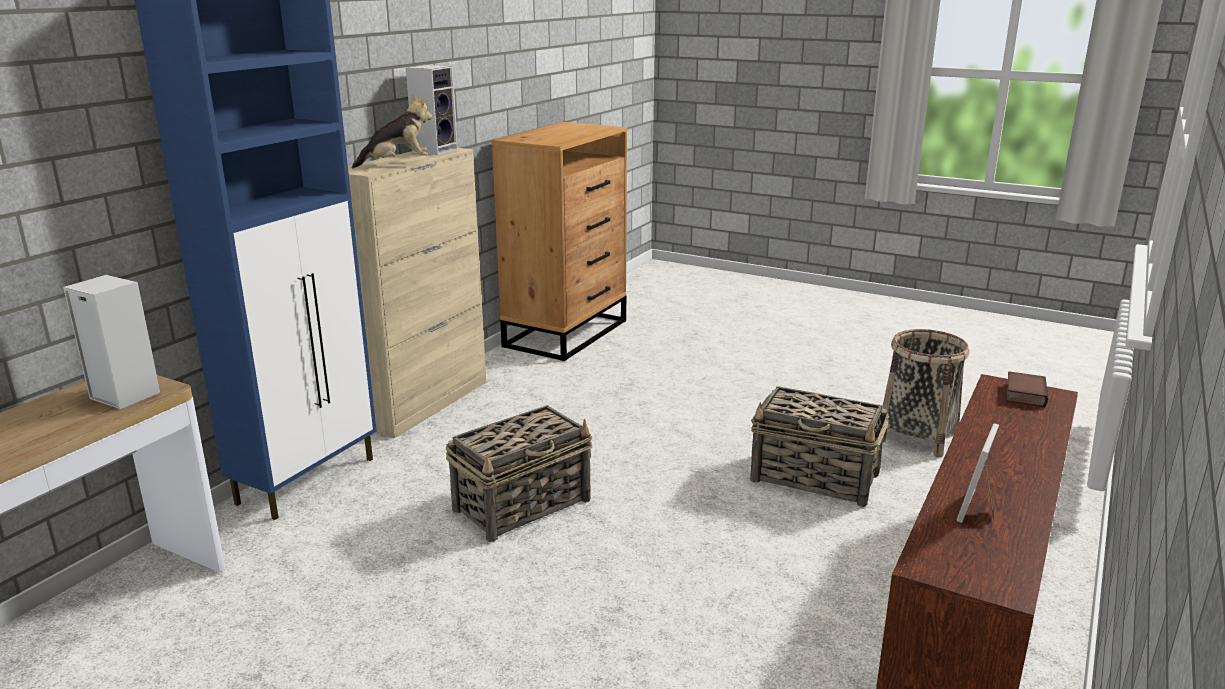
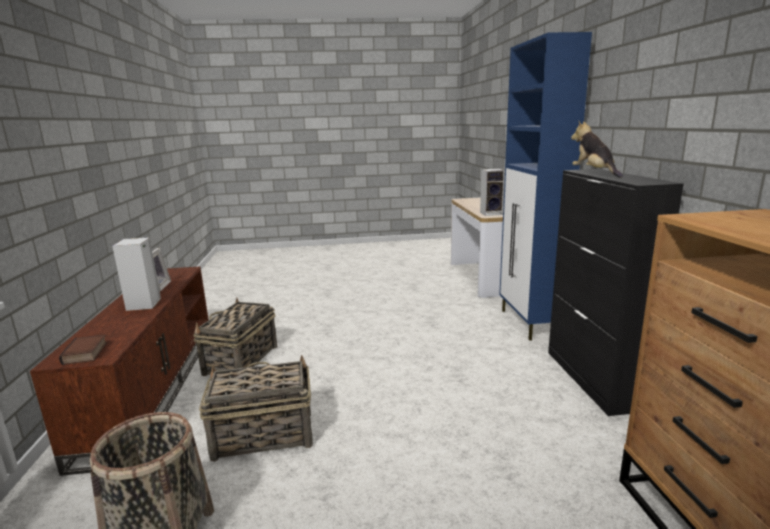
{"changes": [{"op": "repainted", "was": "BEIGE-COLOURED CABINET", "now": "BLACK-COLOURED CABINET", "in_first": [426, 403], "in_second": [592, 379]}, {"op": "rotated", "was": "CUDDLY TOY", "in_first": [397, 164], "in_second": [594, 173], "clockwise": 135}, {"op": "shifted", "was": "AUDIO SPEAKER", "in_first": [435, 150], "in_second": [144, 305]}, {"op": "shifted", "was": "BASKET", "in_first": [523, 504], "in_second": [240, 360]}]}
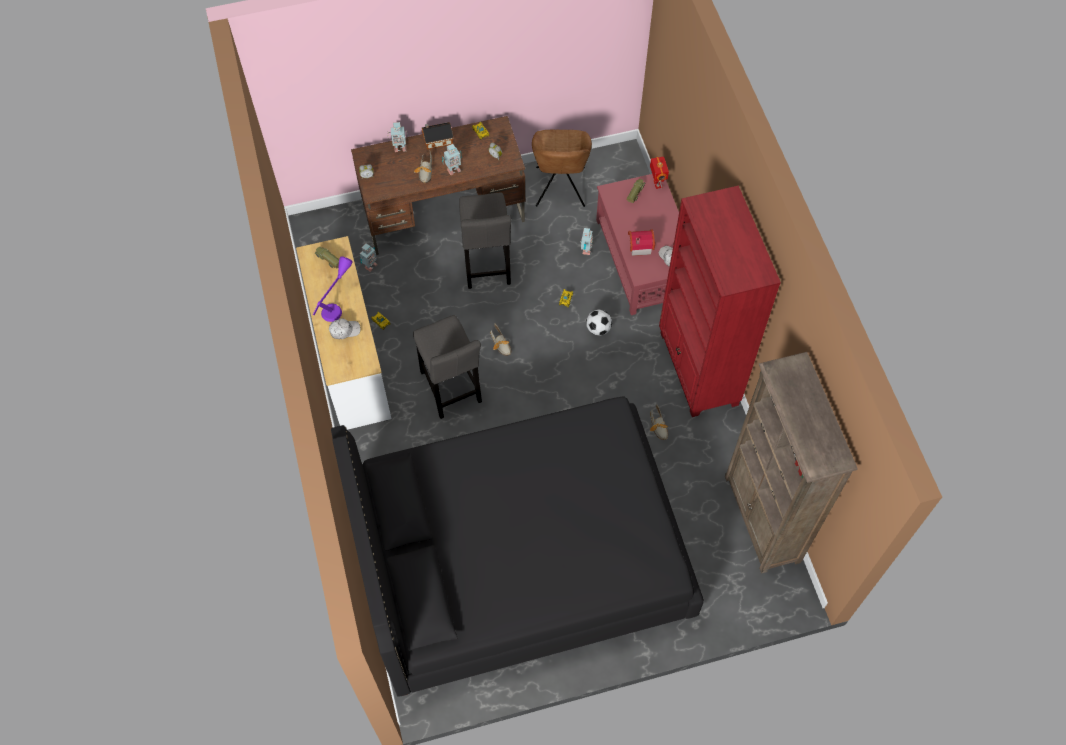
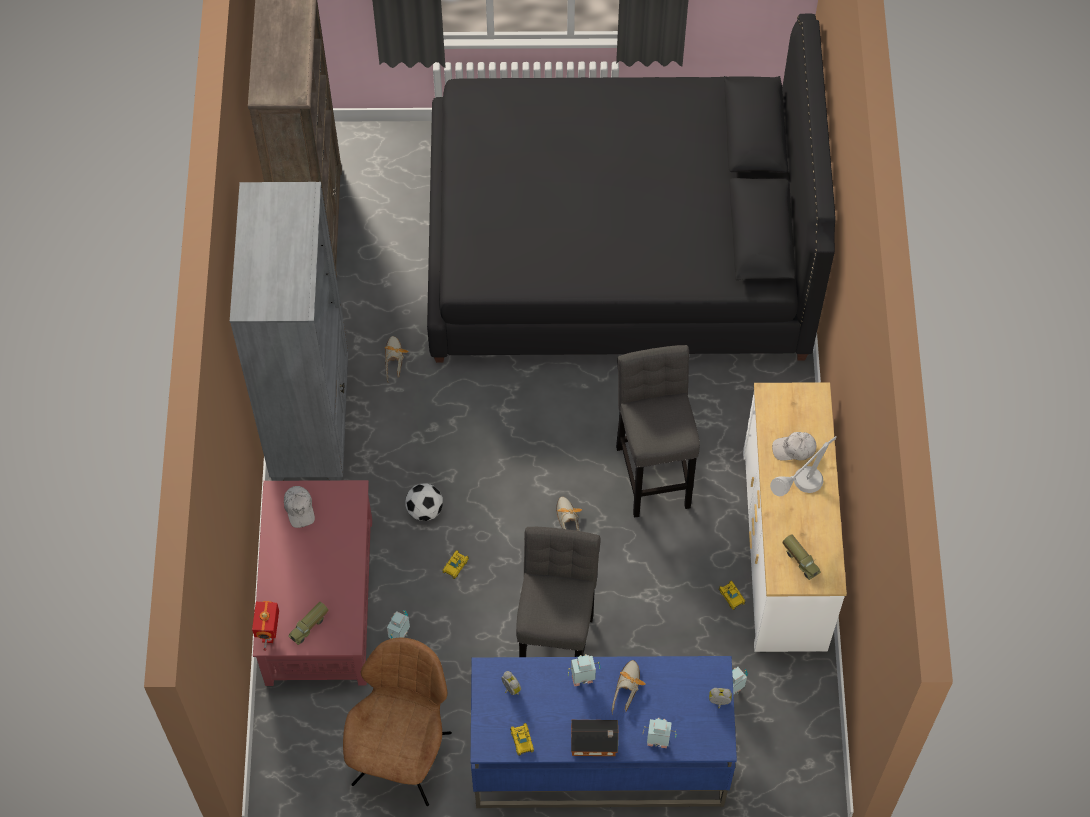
{"changes": [{"op": "repainted", "was": "PURPLE TABLE LAMP", "now": "GRAY TABLE LAMP", "in_first": [337, 304], "in_second": [798, 489]}, {"op": "repainted", "was": "BROWN DESK", "now": "BLUE-COLOURED DESK", "in_first": [444, 213], "in_second": [597, 757]}, {"op": "gone", "was": "TOY HOUSE", "in_first": [639, 245]}, {"op": "repainted", "was": "RED SHELVING UNIT", "now": "GRAY SHELVING UNIT", "in_first": [698, 369], "in_second": [311, 420]}]}
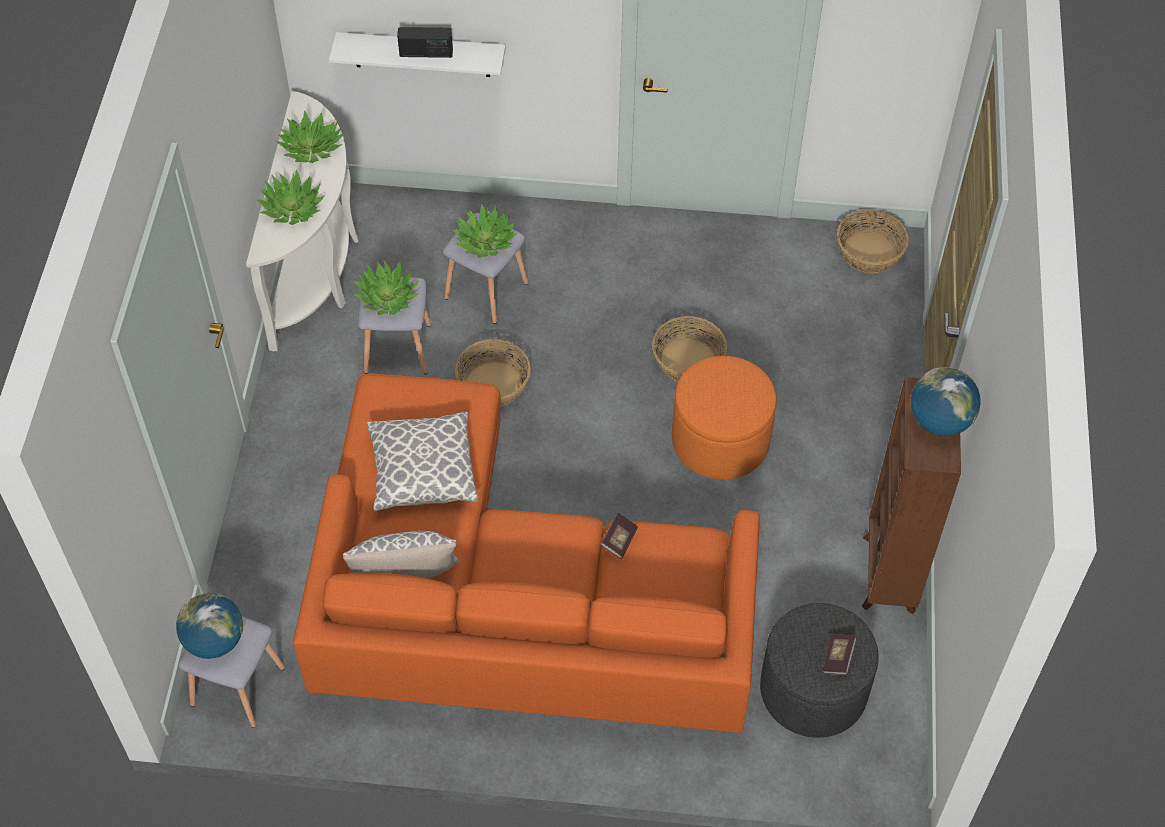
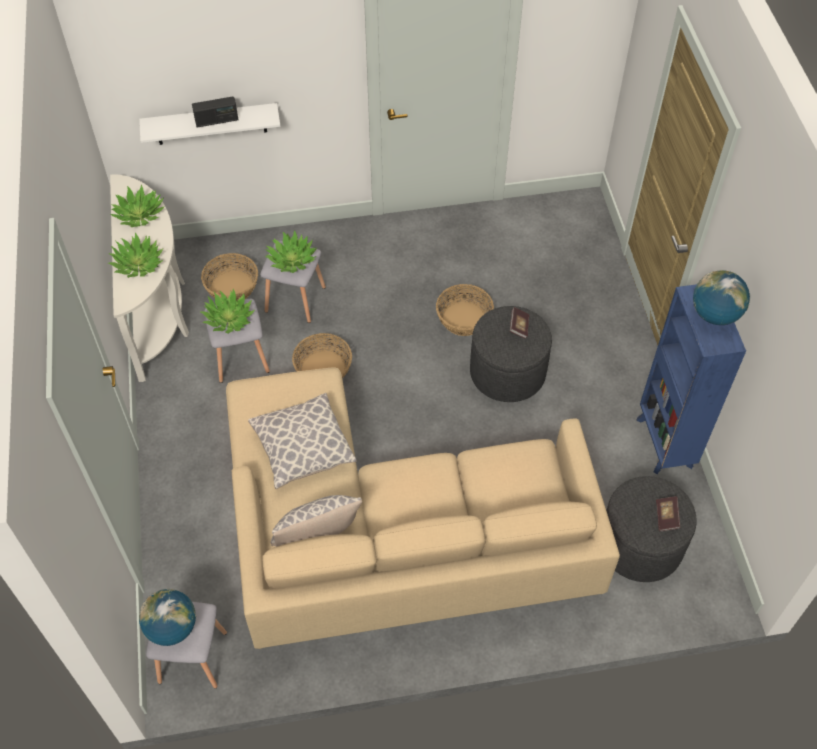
{"changes": [{"op": "repainted", "was": "ORANGEY SOFA", "now": "BEIGE-COLOURED SOFA", "in_first": [509, 609], "in_second": [390, 540]}, {"op": "shifted", "was": "BOUND BOOK", "in_first": [619, 540], "in_second": [519, 327]}, {"op": "repainted", "was": "ORANGEY POUFFE", "now": "GRAY POUFFE", "in_first": [720, 440], "in_second": [507, 372]}, {"op": "shifted", "was": "BASKET", "in_first": [870, 253], "in_second": [232, 287]}, {"op": "repainted", "was": "BROWN SHELVING UNIT", "now": "BLUE-COLOURED SHELVING UNIT", "in_first": [888, 575], "in_second": [664, 444]}]}
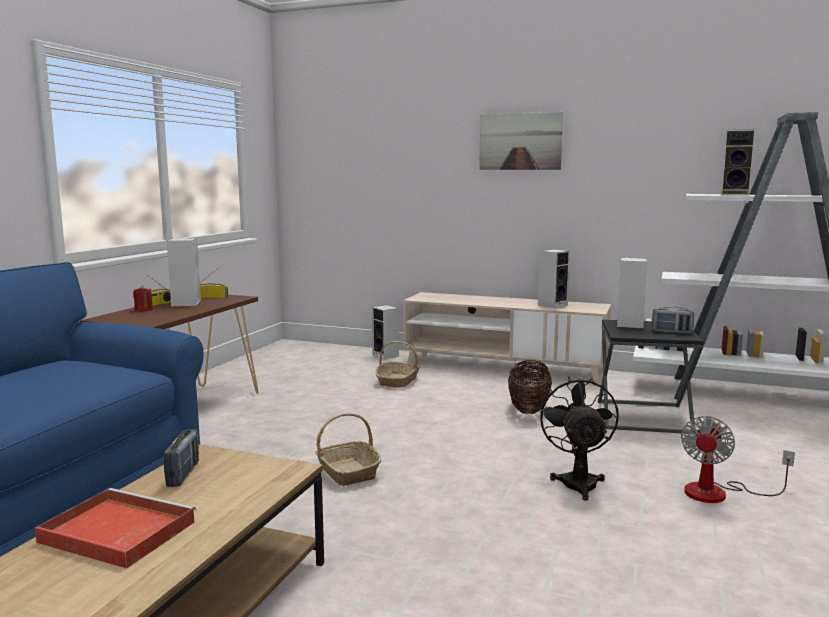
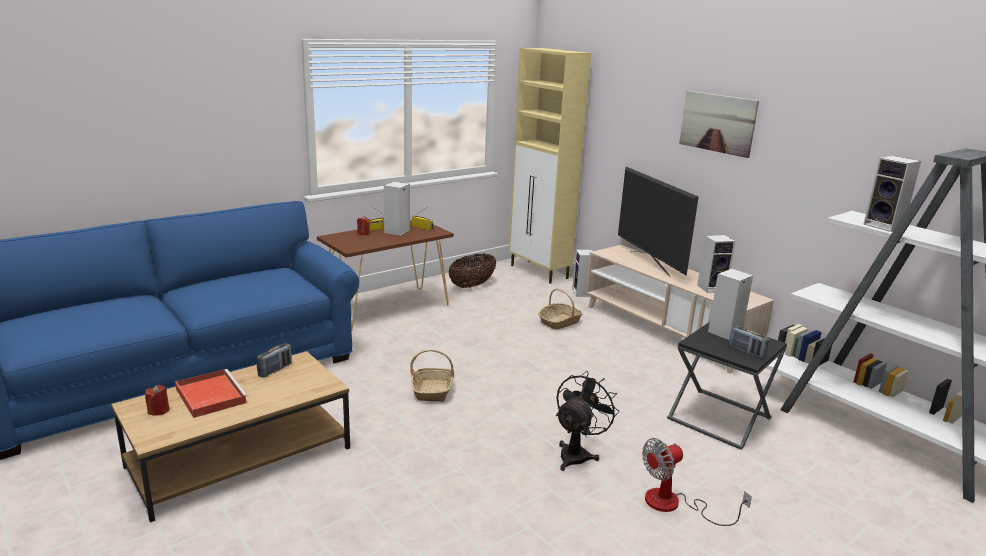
{"changes": [{"op": "shifted", "was": "BASKET", "in_first": [528, 409], "in_second": [472, 285]}, {"op": "new", "now": "RED CANDLE", "in_second": [159, 410]}, {"op": "new", "now": "BEIGE-COLOURED CABINET", "in_second": [539, 272]}, {"op": "new", "now": "TV SET", "in_second": [649, 263]}]}
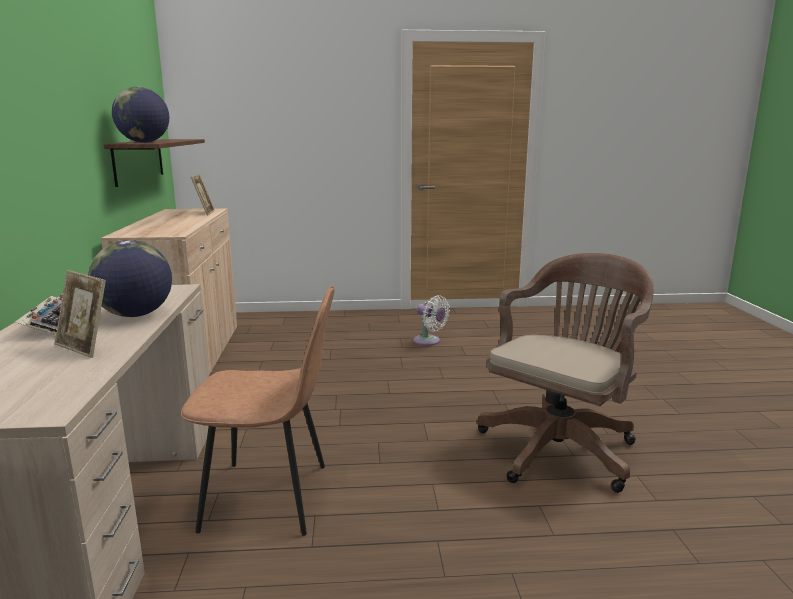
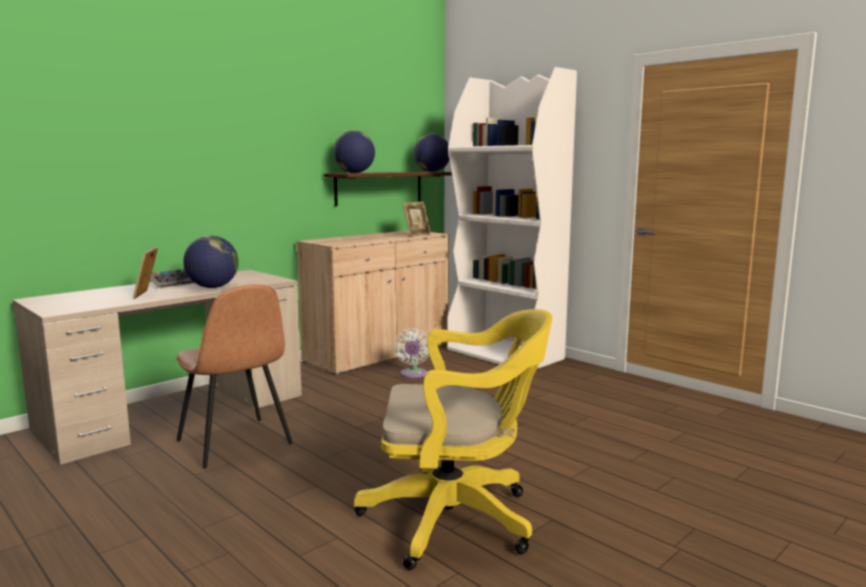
{"changes": [{"op": "shifted", "was": "WHITISH FAN", "in_first": [429, 341], "in_second": [413, 375]}, {"op": "repainted", "was": "BROWN DESK CHAIR", "now": "YELLOW DESK CHAIR", "in_first": [561, 446], "in_second": [458, 519]}, {"op": "new", "now": "GLOBE", "in_second": [432, 171]}, {"op": "new", "now": "WHITISH SHELVING UNIT", "in_second": [505, 354]}]}
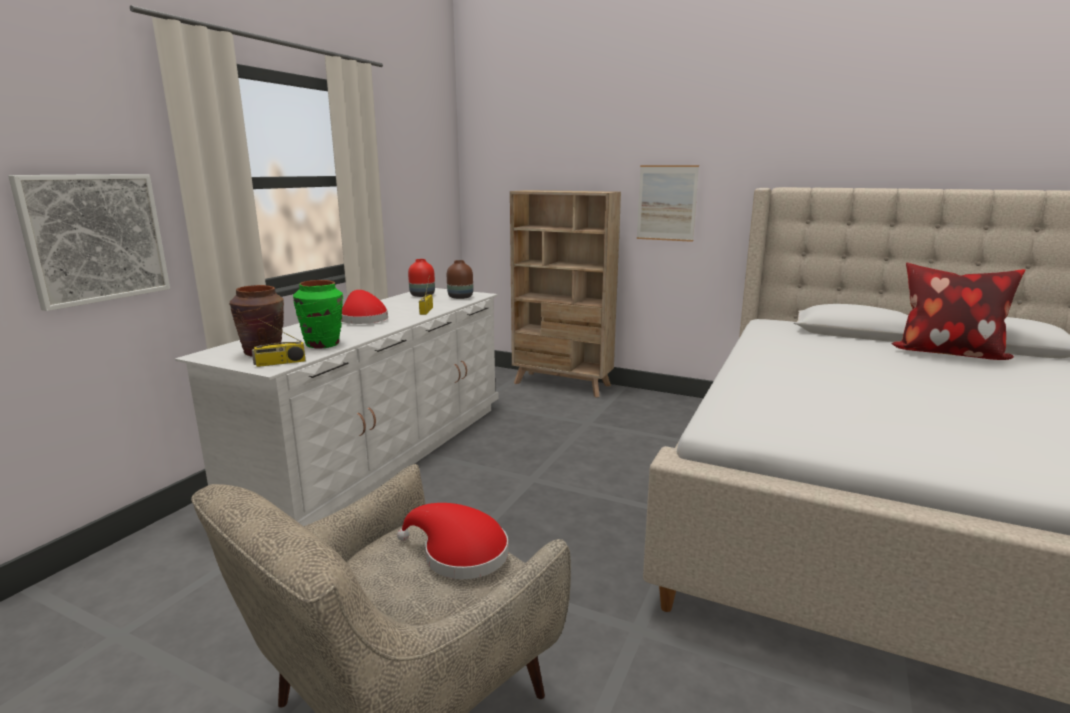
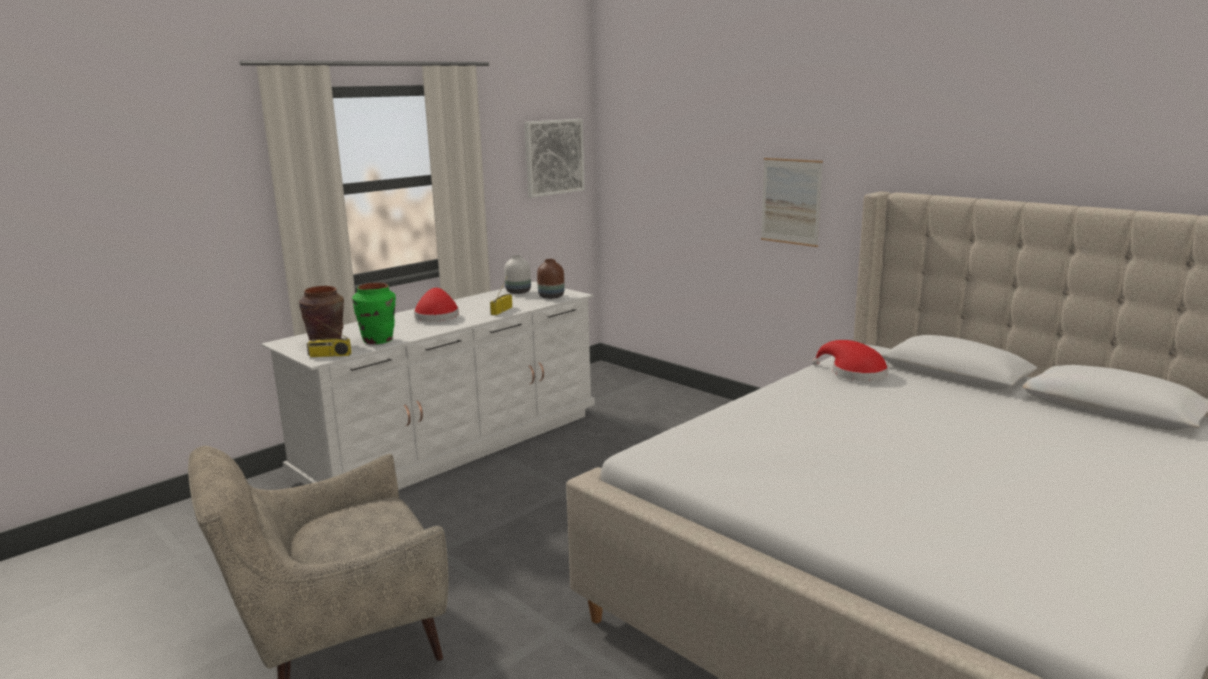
{"changes": [{"op": "shifted", "was": "WALL ART", "in_first": [95, 238], "in_second": [554, 157]}, {"op": "shifted", "was": "RED HAT", "in_first": [459, 554], "in_second": [854, 373]}, {"op": "repainted", "was": "RED DECORATIVE VASE", "now": "WHITISH DECORATIVE VASE", "in_first": [422, 295], "in_second": [518, 292]}, {"op": "gone", "was": "BEIGE-COLOURED SHELVING UNIT", "in_first": [562, 384]}, {"op": "gone", "was": "CUSHION", "in_first": [947, 353]}]}
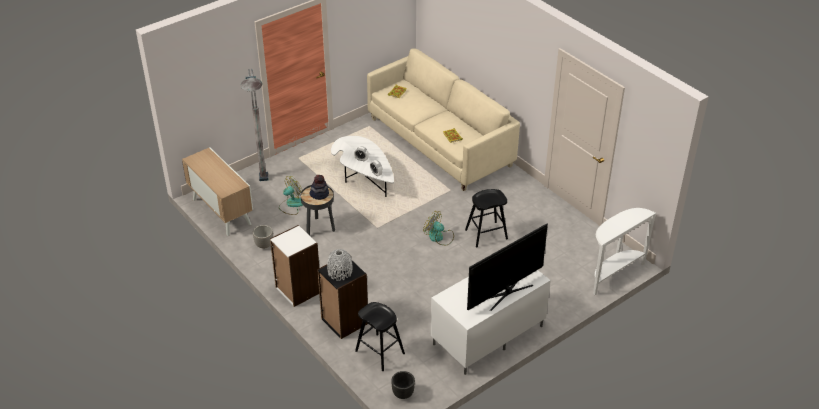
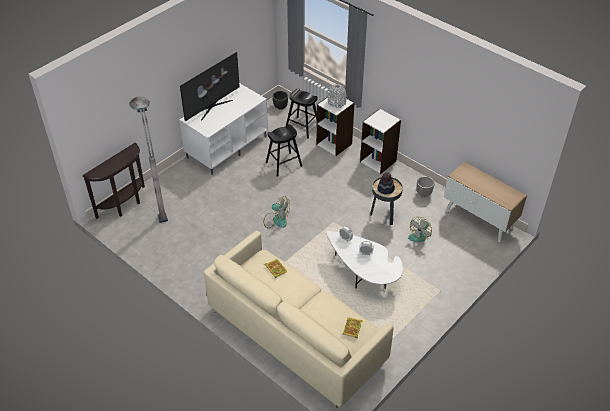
{"changes": [{"op": "shifted", "was": "GRAY STANDARD LAMP", "in_first": [264, 190], "in_second": [159, 205]}, {"op": "repainted", "was": "BLACK-COLOURED SHELVING UNIT", "now": "WHITISH SHELVING UNIT", "in_first": [344, 321], "in_second": [334, 144]}, {"op": "shifted", "was": "BLACK-COLOURED STOOL SEAT", "in_first": [486, 234], "in_second": [284, 164]}, {"op": "repainted", "was": "WHITISH HALL TABLE", "now": "BROWN HALL TABLE", "in_first": [613, 274], "in_second": [125, 205]}]}
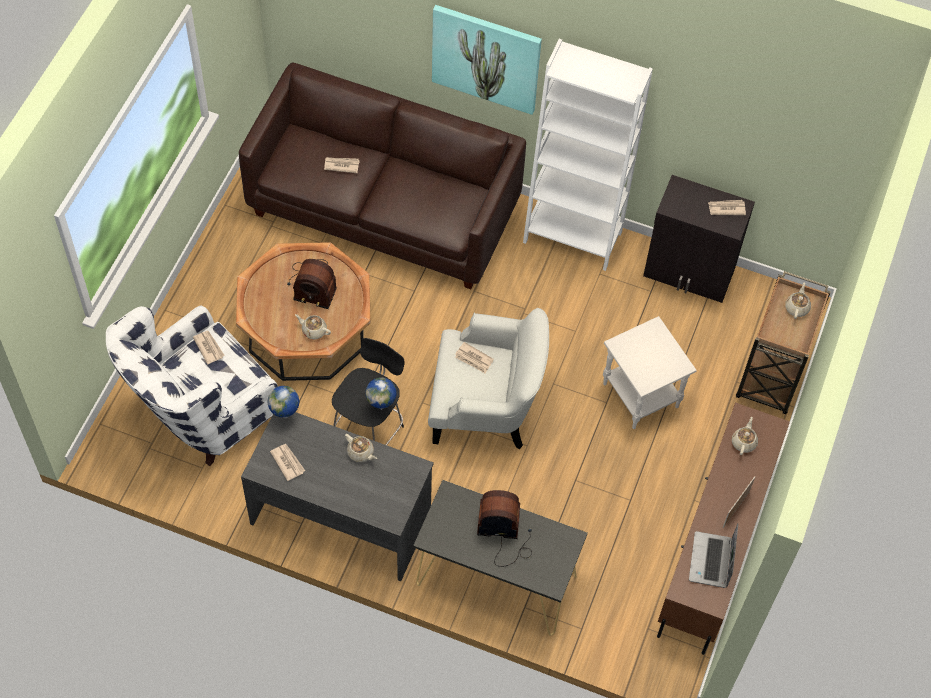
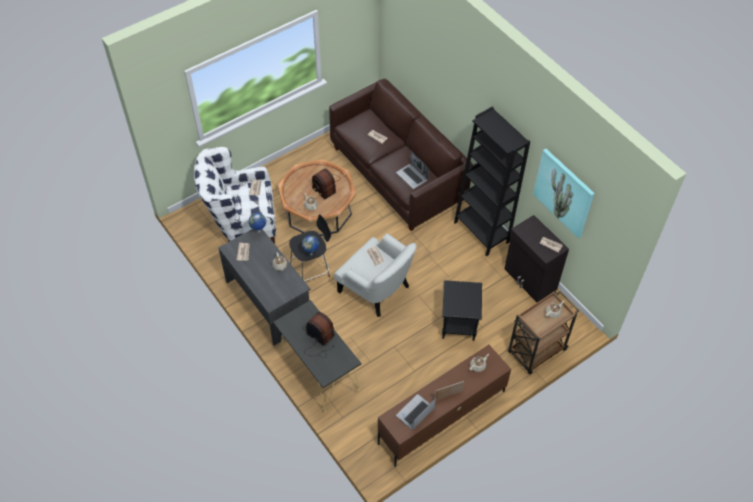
{"changes": [{"op": "shifted", "was": "WALL ART", "in_first": [486, 57], "in_second": [564, 192]}, {"op": "repainted", "was": "WHITISH SHELVING UNIT", "now": "BLACK-COLOURED SHELVING UNIT", "in_first": [572, 237], "in_second": [481, 232]}, {"op": "repainted", "was": "WHITISH ACCENT TABLE", "now": "BLACK-COLOURED ACCENT TABLE", "in_first": [642, 395], "in_second": [459, 325]}, {"op": "new", "now": "PORTABLE COMPUTER", "in_second": [412, 177]}]}
